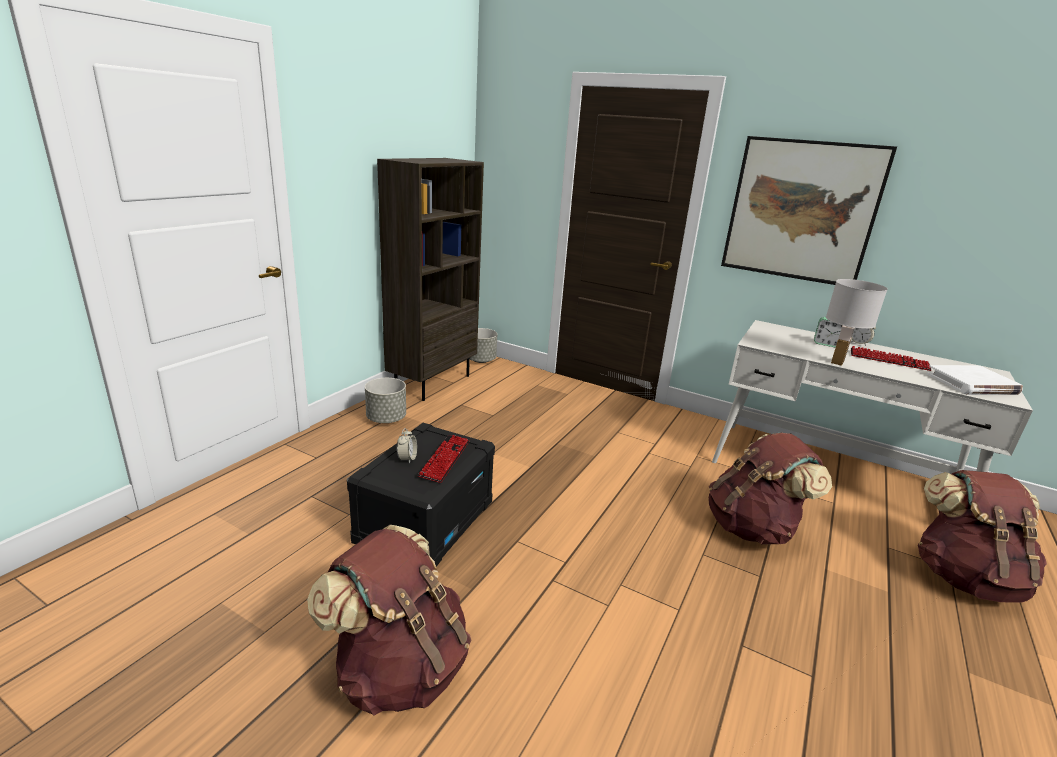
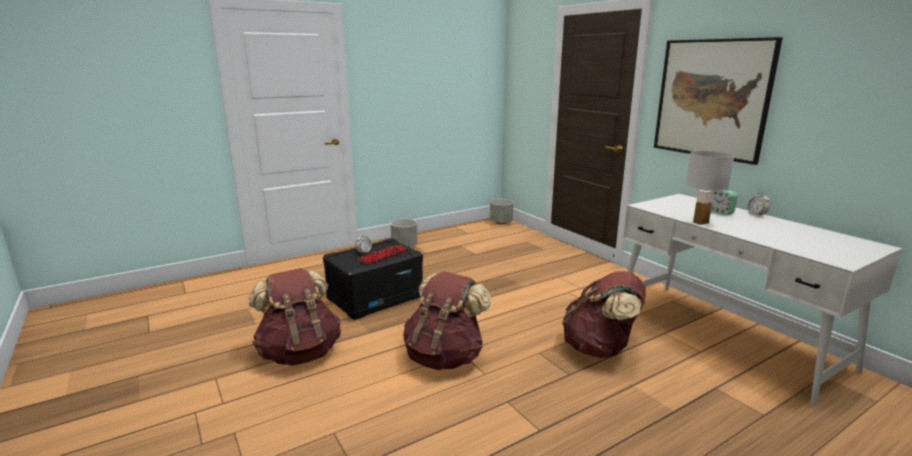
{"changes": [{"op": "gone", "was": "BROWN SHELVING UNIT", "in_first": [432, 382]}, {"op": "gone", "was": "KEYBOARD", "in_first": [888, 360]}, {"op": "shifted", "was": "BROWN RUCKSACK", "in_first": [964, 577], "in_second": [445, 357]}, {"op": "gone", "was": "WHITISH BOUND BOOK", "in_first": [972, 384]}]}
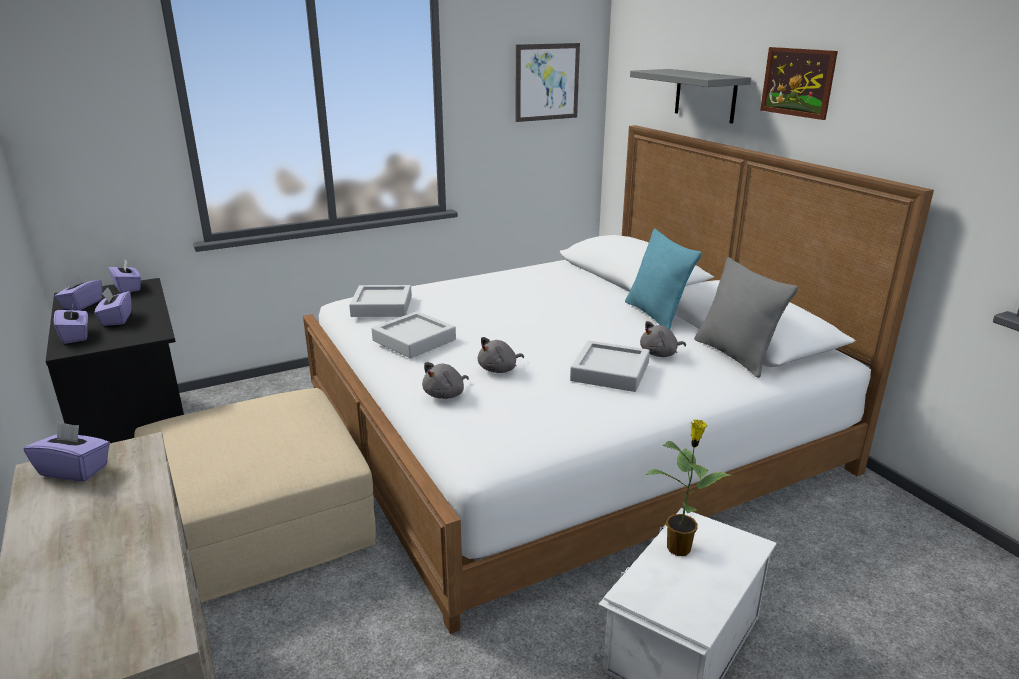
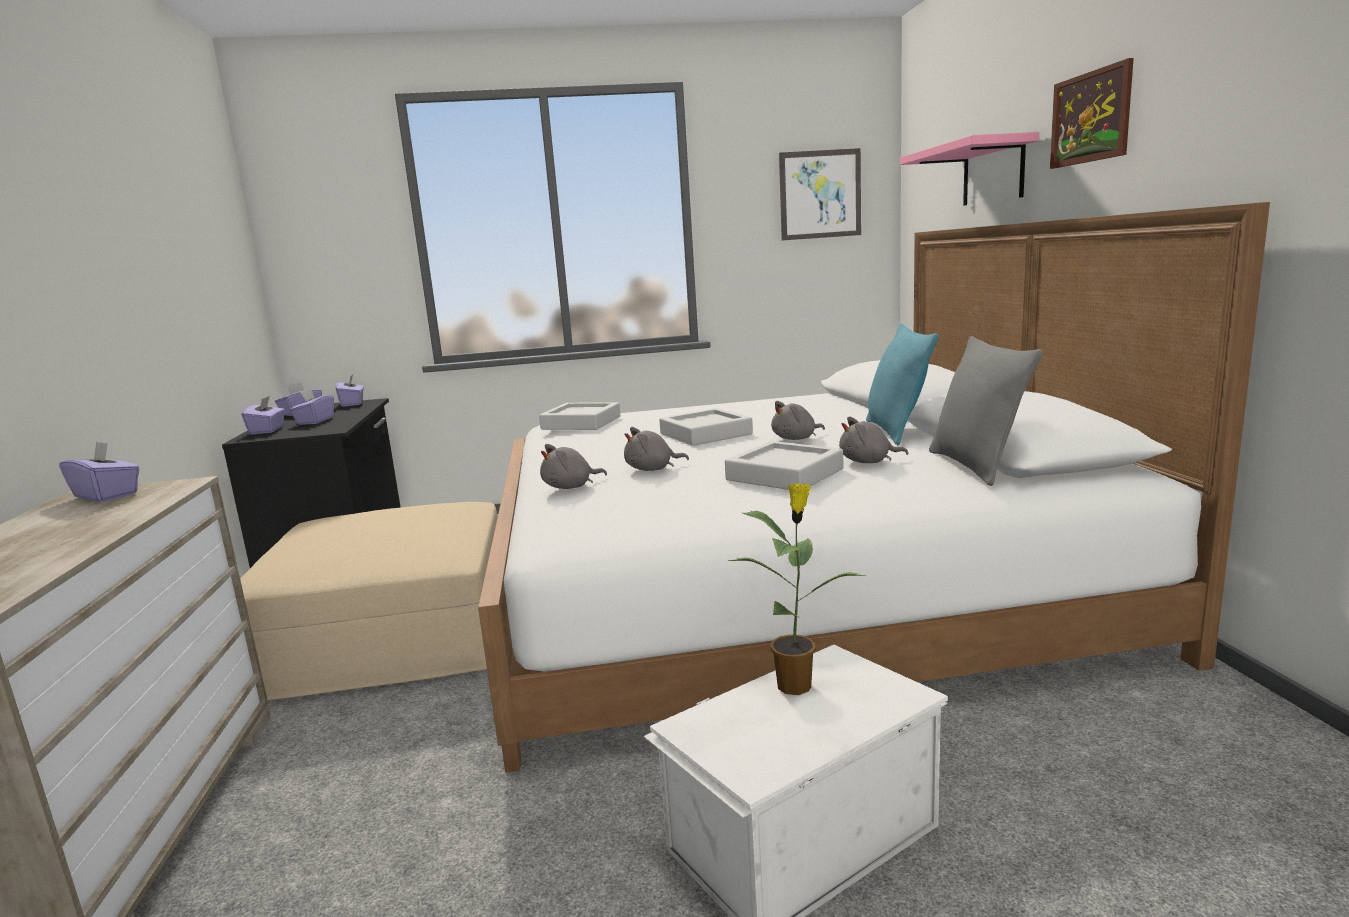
{"changes": [{"op": "shifted", "was": "GRAY TRAY", "in_first": [414, 340], "in_second": [705, 434]}, {"op": "repainted", "was": "GRAY BRACKET SHELF", "now": "PINK-COLOURED BRACKET SHELF", "in_first": [705, 95], "in_second": [993, 172]}, {"op": "new", "now": "GRAY CUDDLY TOY", "in_second": [796, 439]}]}
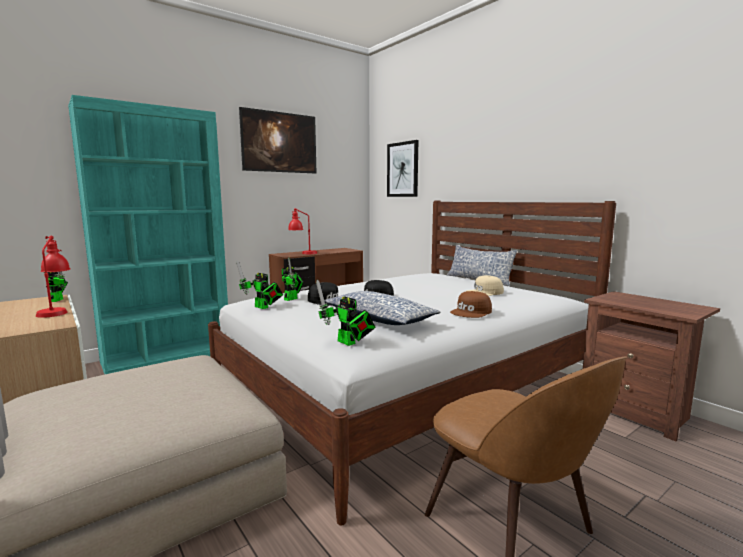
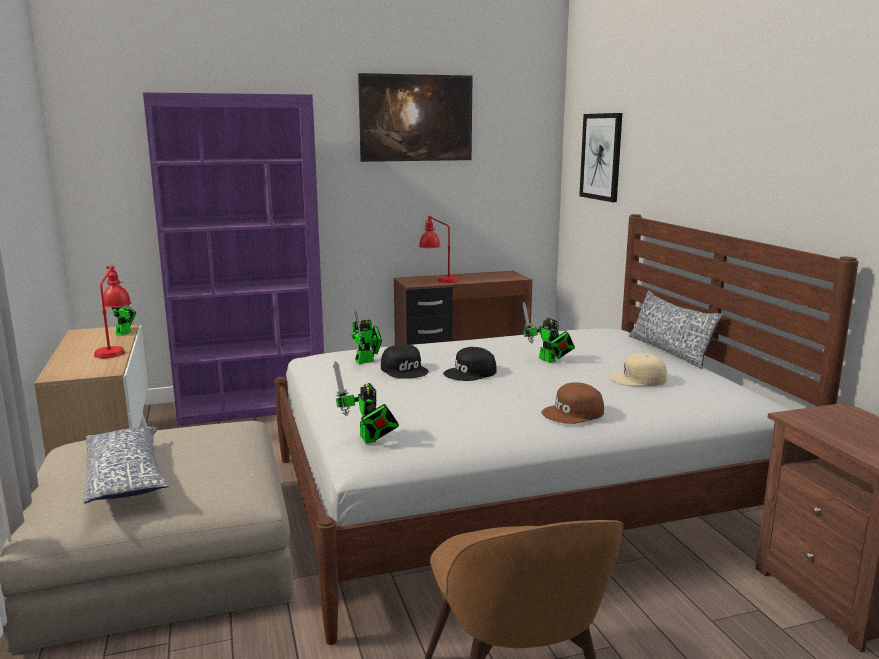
{"changes": [{"op": "repainted", "was": "TURQUOISE SHELVING UNIT", "now": "PURPLE SHELVING UNIT", "in_first": [168, 357], "in_second": [252, 407]}, {"op": "shifted", "was": "TOY ROBOT", "in_first": [263, 307], "in_second": [549, 360]}, {"op": "shifted", "was": "CUSHION", "in_first": [379, 319], "in_second": [126, 476]}]}
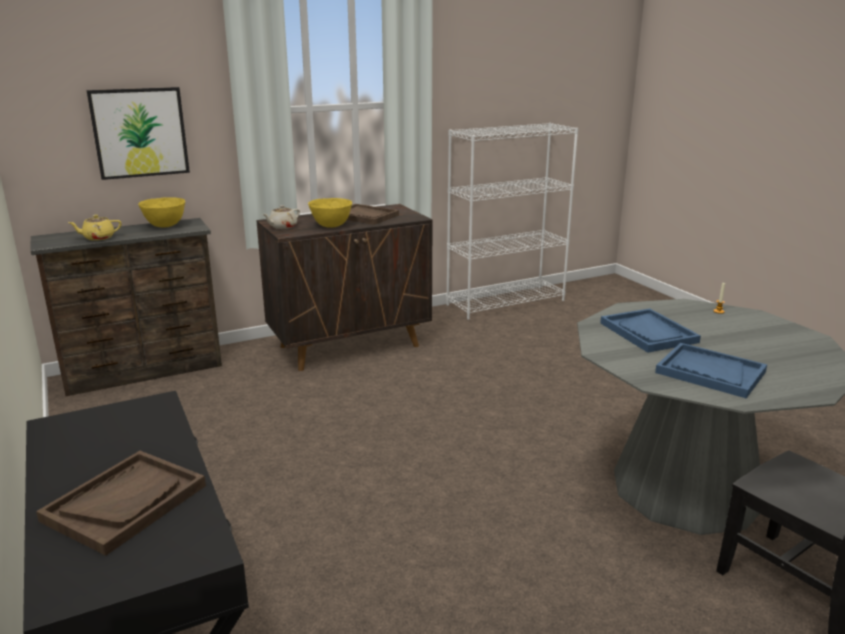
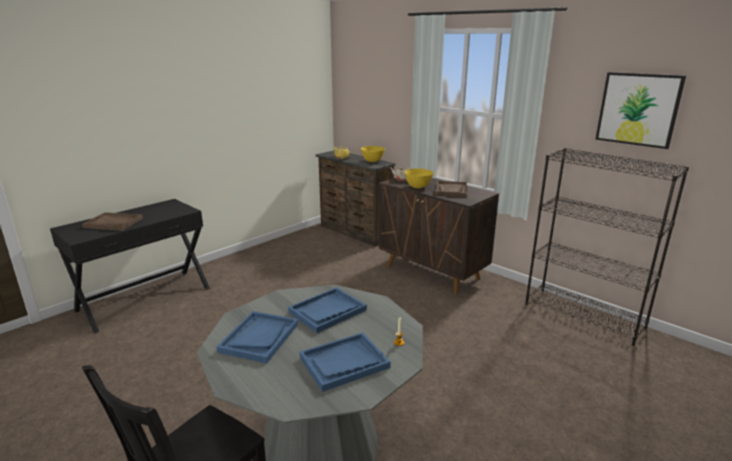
{"changes": [{"op": "shifted", "was": "WALL ART", "in_first": [140, 132], "in_second": [638, 109]}, {"op": "repainted", "was": "WHITISH SHELVING UNIT", "now": "BLACK-COLOURED SHELVING UNIT", "in_first": [506, 302], "in_second": [584, 315]}, {"op": "new", "now": "BLUE-COLOURED TRAY", "in_second": [344, 362]}]}
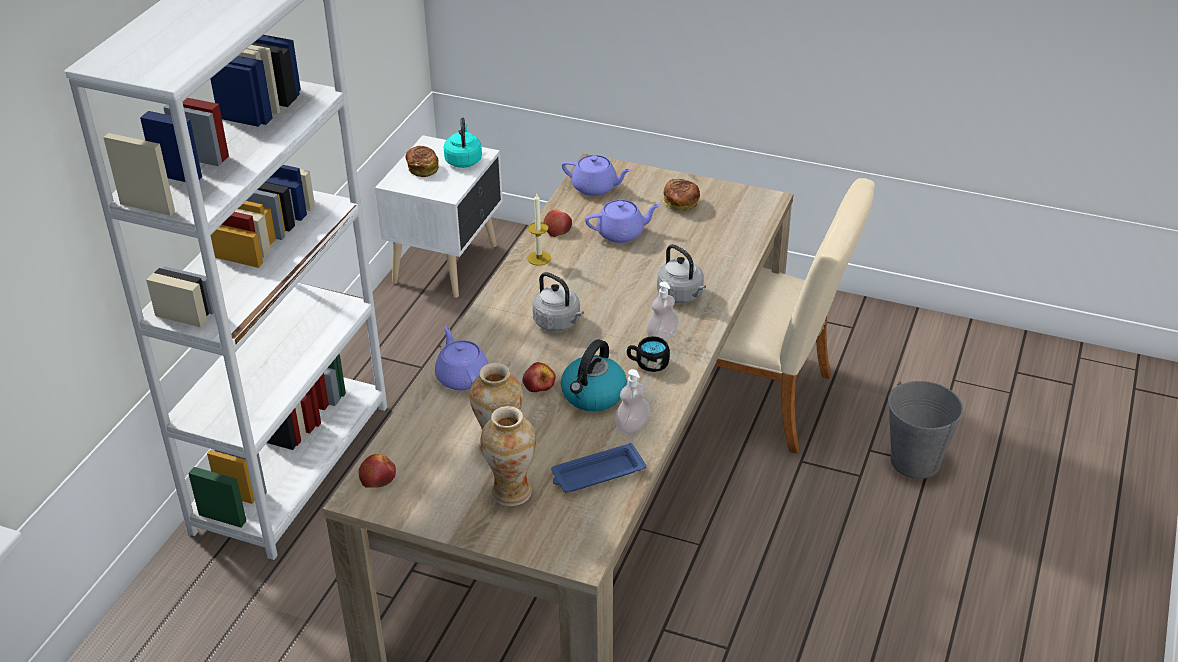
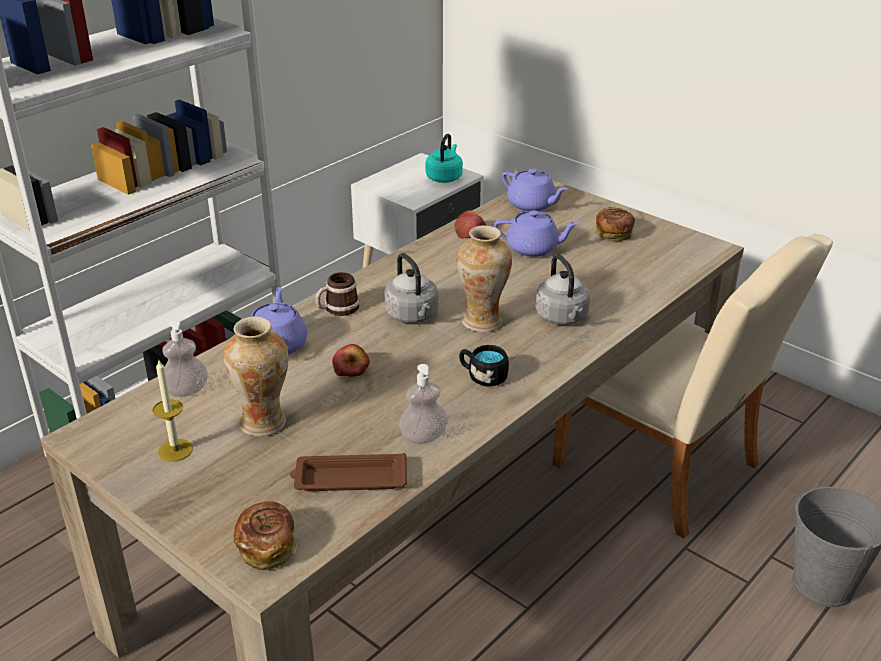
{"changes": [{"op": "gone", "was": "APPLE FRUIT", "in_first": [378, 476]}, {"op": "shifted", "was": "BAKED BREAD", "in_first": [422, 168], "in_second": [267, 547]}, {"op": "shifted", "was": "DECORATIVE VASE", "in_first": [511, 492], "in_second": [482, 321]}, {"op": "shifted", "was": "CANDLE", "in_first": [539, 258], "in_second": [175, 450]}, {"op": "repainted", "was": "BLUE-COLOURED TRAY", "now": "BROWN TRAY", "in_first": [596, 474], "in_second": [348, 479]}, {"op": "gone", "was": "KETTLE", "in_first": [593, 395]}, {"op": "shifted", "was": "SOAP BOTTLE", "in_first": [662, 336], "in_second": [186, 390]}, {"op": "new", "now": "COFFEE MUG", "in_second": [337, 309]}]}
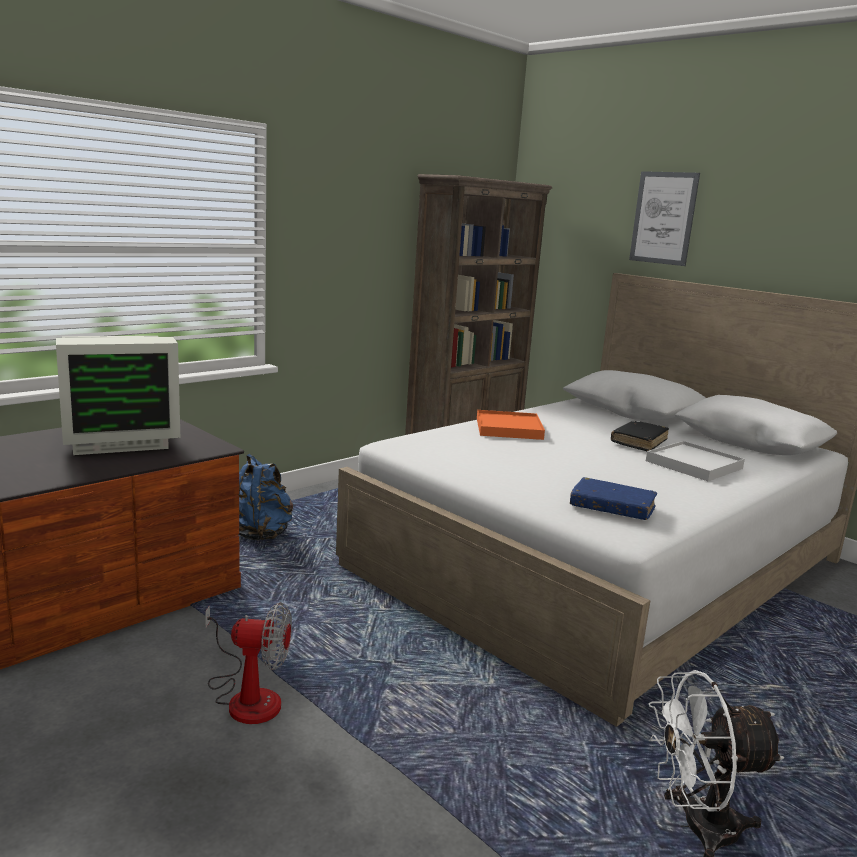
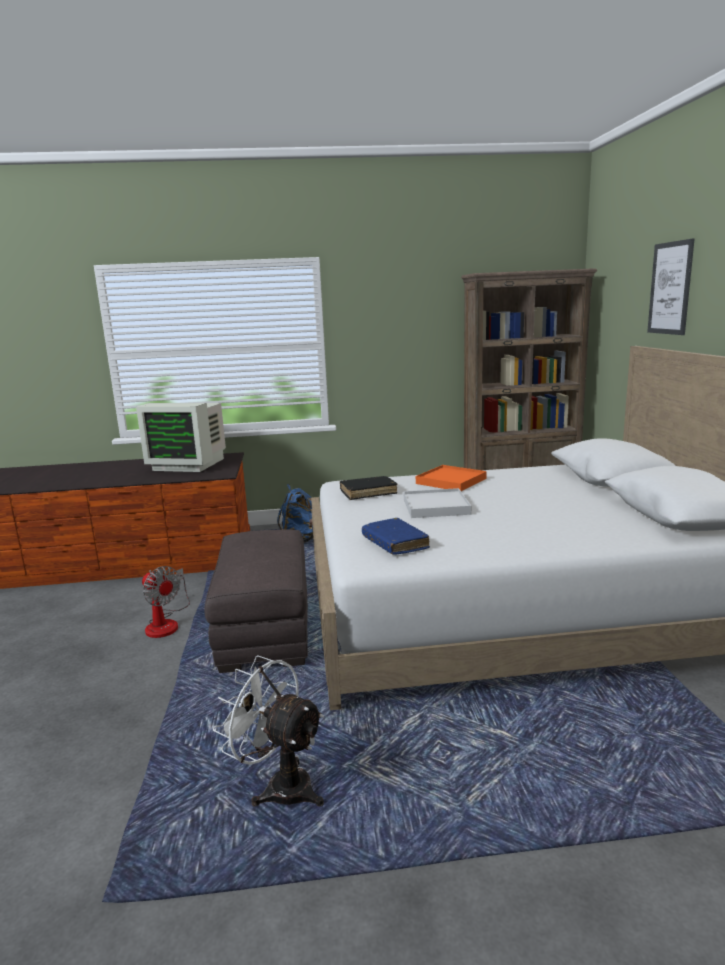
{"changes": [{"op": "shifted", "was": "BLACK-COLOURED BOUND BOOK", "in_first": [639, 442], "in_second": [368, 493]}, {"op": "shifted", "was": "WHITISH TRAY", "in_first": [694, 465], "in_second": [435, 507]}, {"op": "new", "now": "GRAY POUFFE", "in_second": [266, 630]}]}
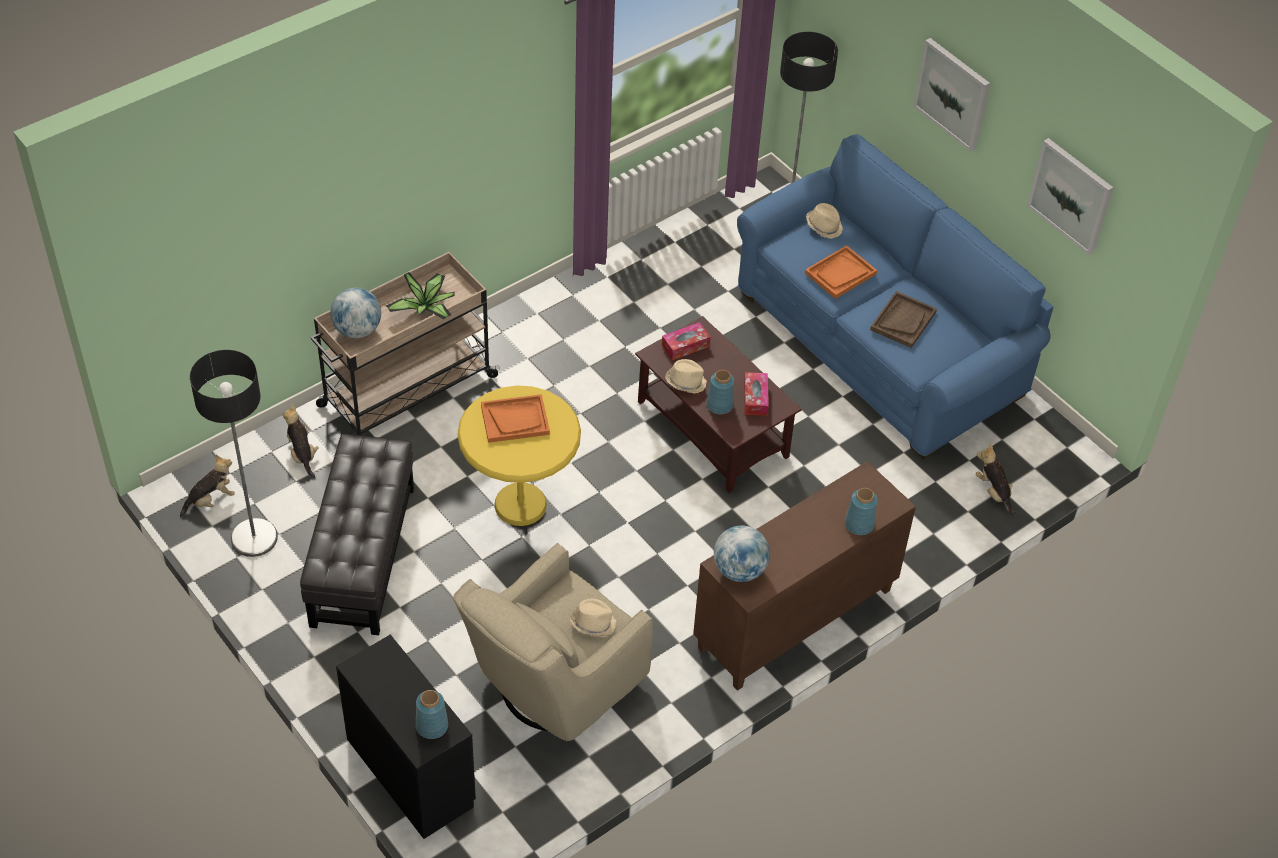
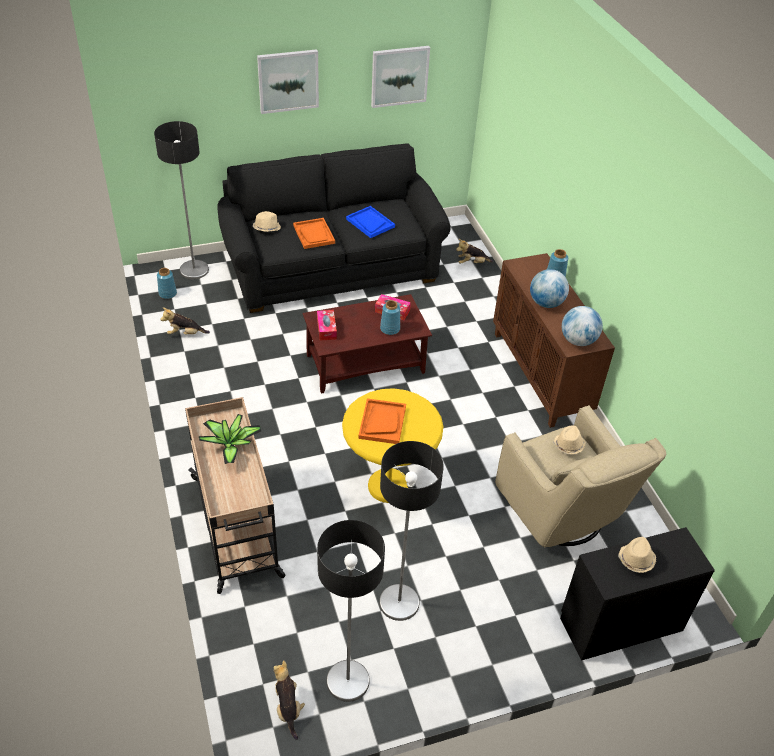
{"changes": [{"op": "shifted", "was": "CUDDLY TOY", "in_first": [302, 454], "in_second": [185, 334]}, {"op": "swapped", "was": "BLACK-COLOURED POUFFE", "now": "STANDARD LAMP", "in_first": [362, 556], "in_second": [398, 603]}, {"op": "shifted", "was": "GLOBE", "in_first": [357, 330], "in_second": [546, 303]}, {"op": "shifted", "was": "BLUE-COLOURED DECORATIVE VASE", "in_first": [432, 726], "in_second": [167, 293]}, {"op": "shifted", "was": "BEIGE-COLOURED HAT", "in_first": [685, 382], "in_second": [635, 560]}, {"op": "repainted", "was": "BLUE-COLOURED SOFA", "now": "BLACK-COLOURED SOFA", "in_first": [879, 344], "in_second": [332, 268]}, {"op": "repainted", "was": "BROWN TRAY", "now": "BLUE-COLOURED TRAY", "in_first": [903, 321], "in_second": [370, 223]}]}
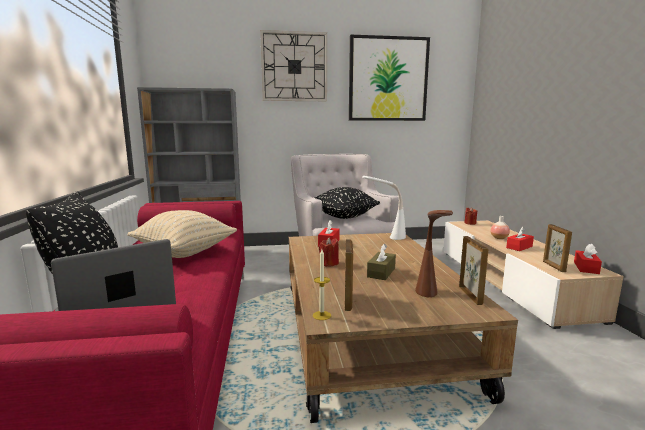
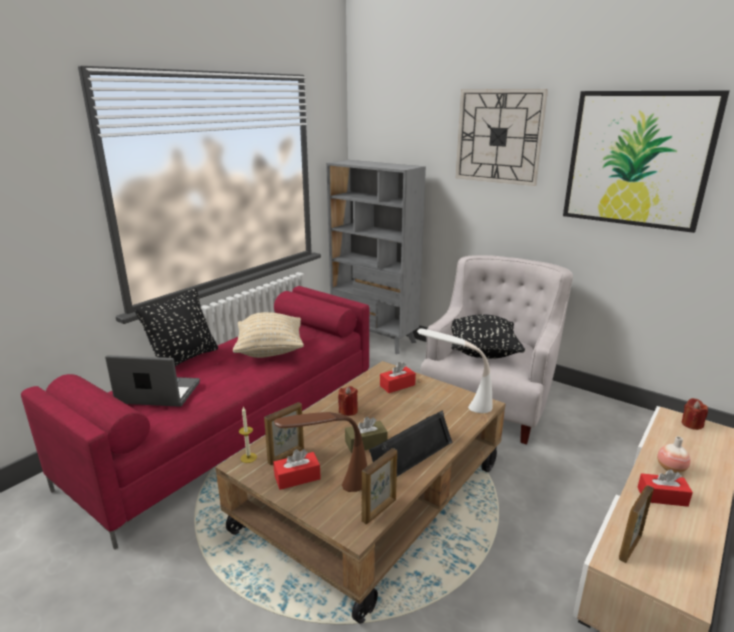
{"changes": [{"op": "shifted", "was": "RED TISSUE HOLDER", "in_first": [586, 268], "in_second": [297, 477]}, {"op": "new", "now": "BLACK-COLOURED AUDIO SPEAKER", "in_second": [410, 450]}]}
